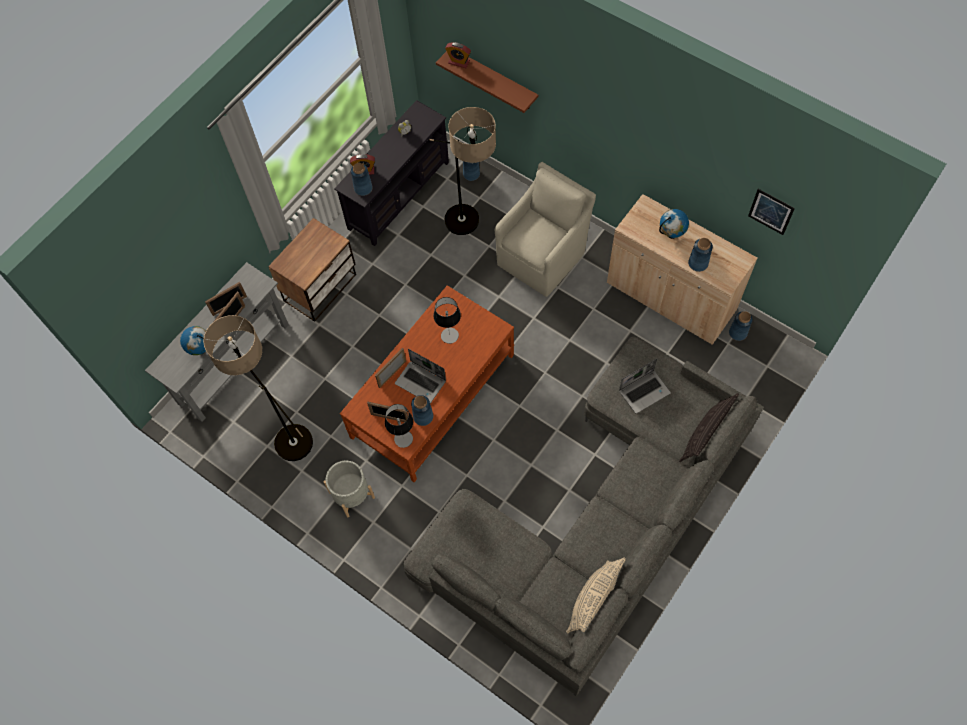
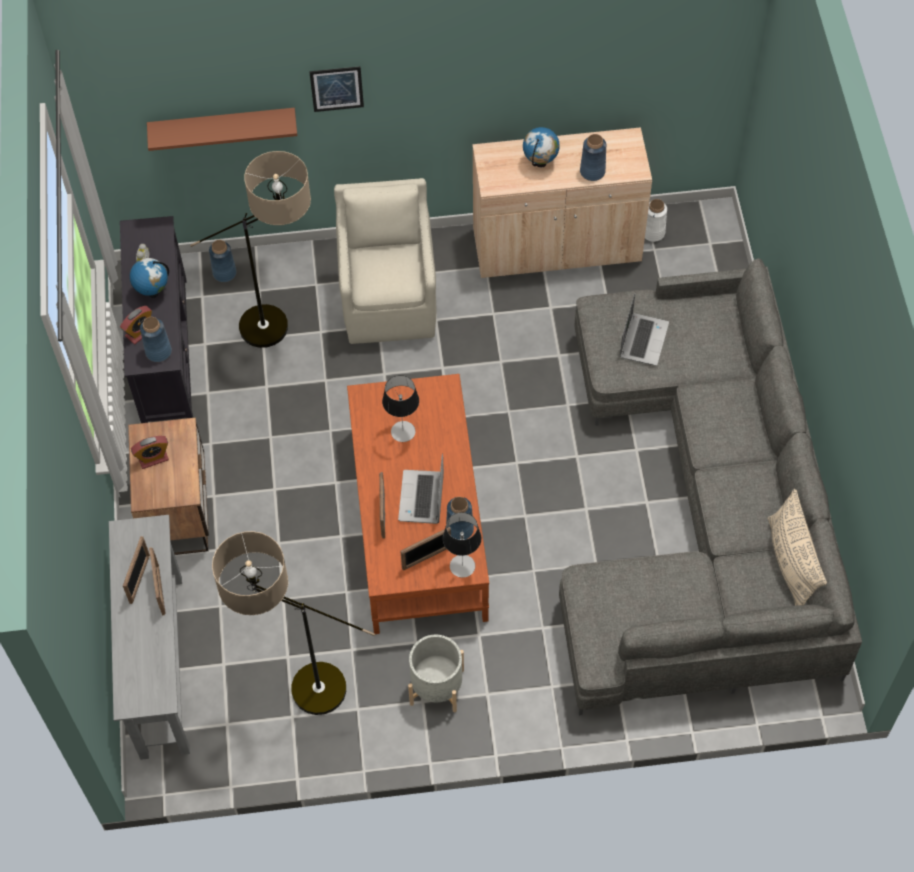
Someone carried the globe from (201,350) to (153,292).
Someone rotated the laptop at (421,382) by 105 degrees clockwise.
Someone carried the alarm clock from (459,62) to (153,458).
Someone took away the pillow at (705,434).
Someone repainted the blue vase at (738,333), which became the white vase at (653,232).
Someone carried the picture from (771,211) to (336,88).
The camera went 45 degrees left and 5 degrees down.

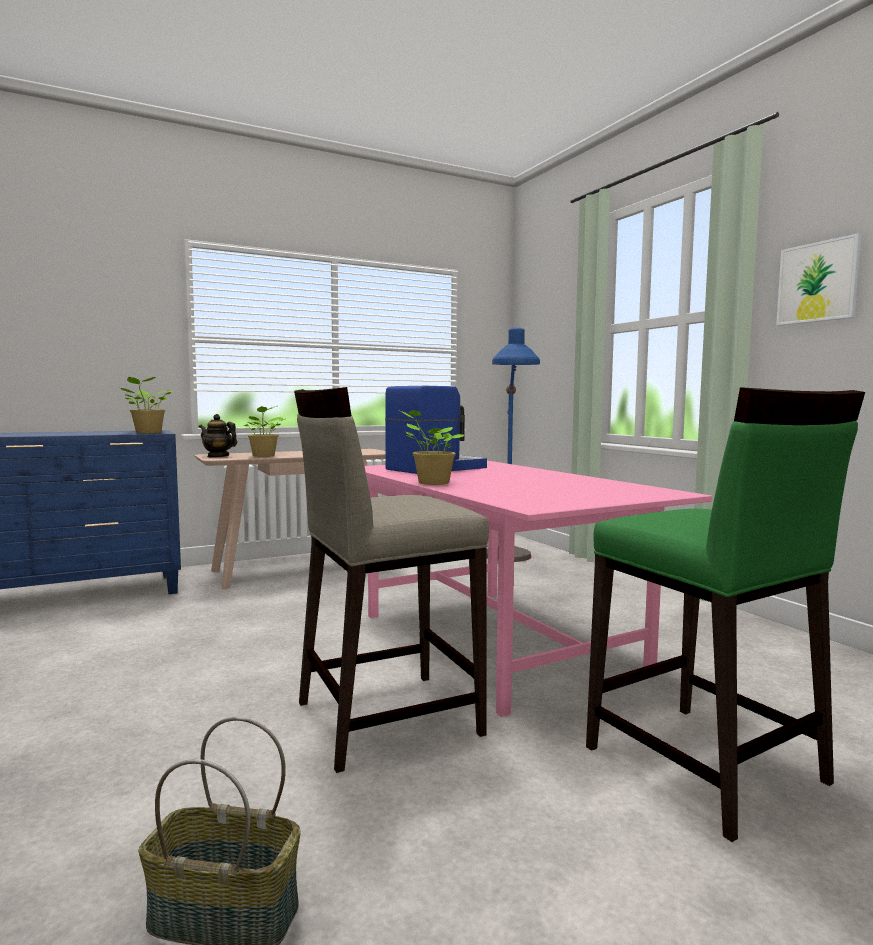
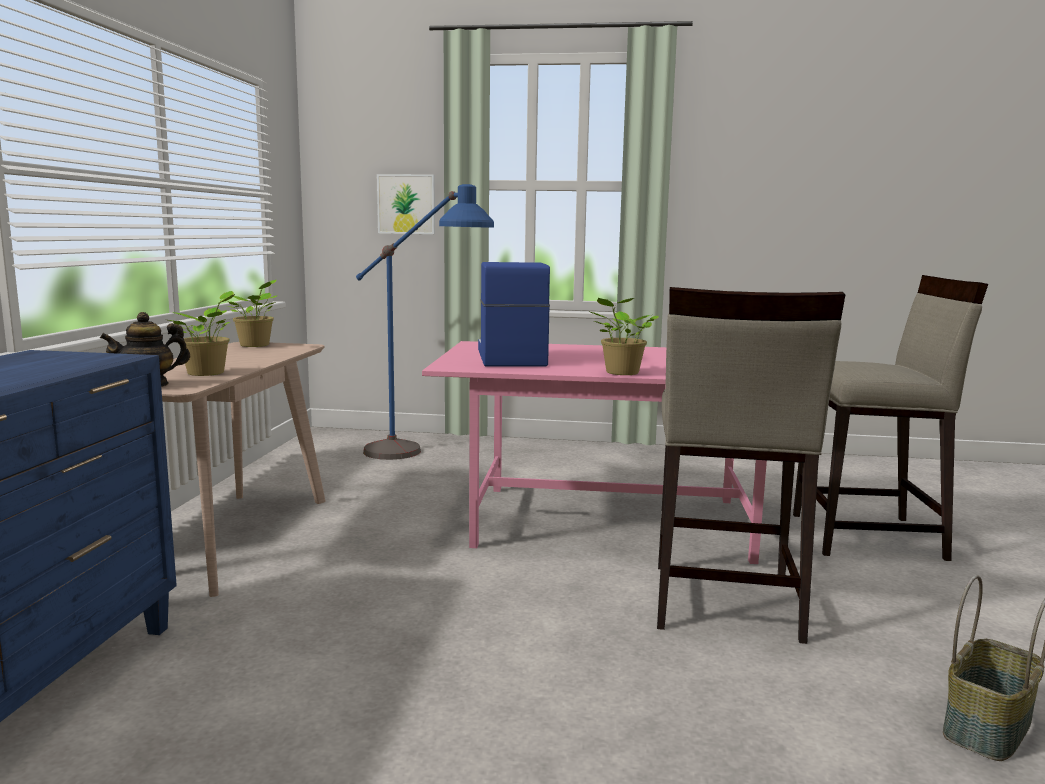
Someone carried the potted plant from (147,433) to (256,345).
Someone repainted the green stool at (705,766), which became the beige stool at (868,536).
Someone carried the picture from (817,282) to (406,204).
The camera went 55 degrees left and 5 degrees up.

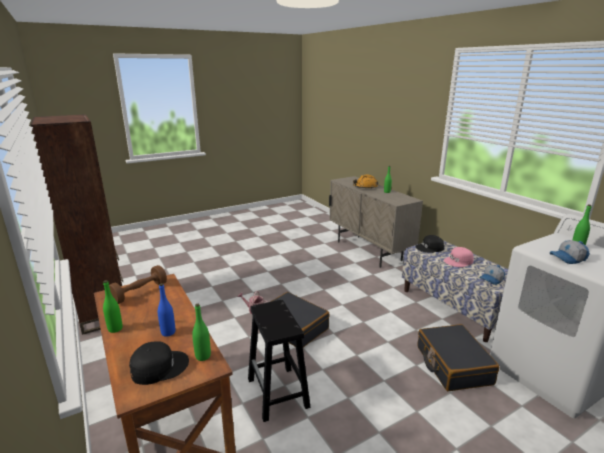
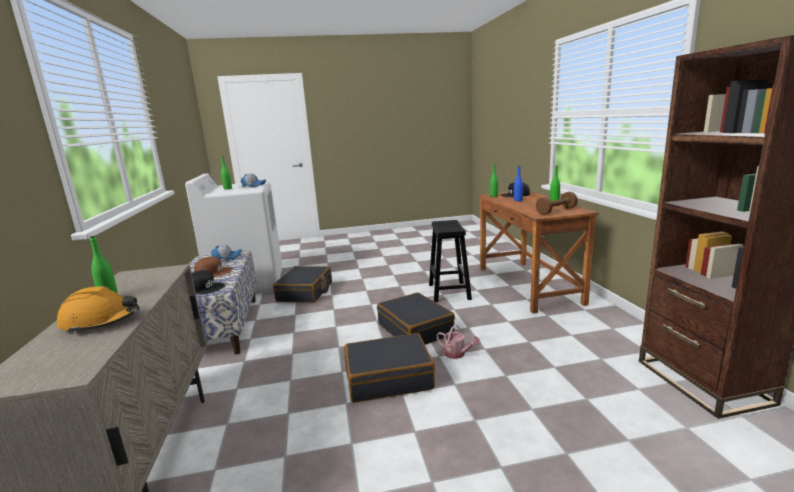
Someone repainted the pink cap at (458,261), which became the brown cap at (213,272).
Someone put down the black suitcase at (388,378).
The camera went 160 degrees left and 5 degrees down.

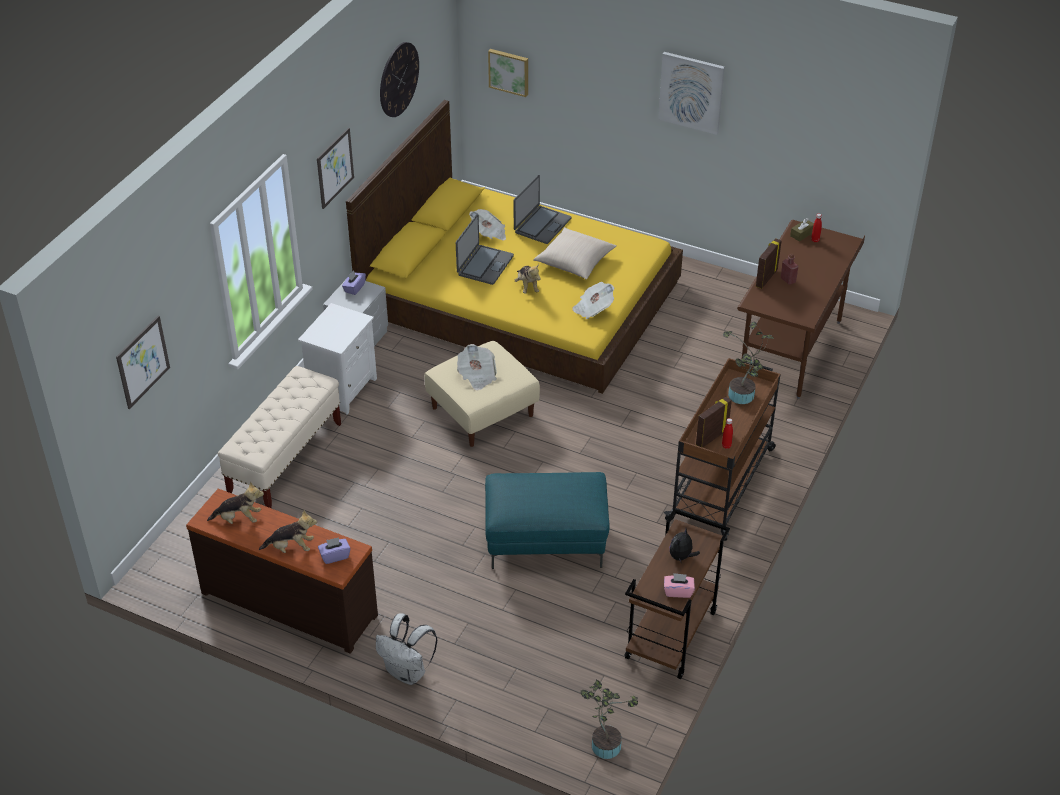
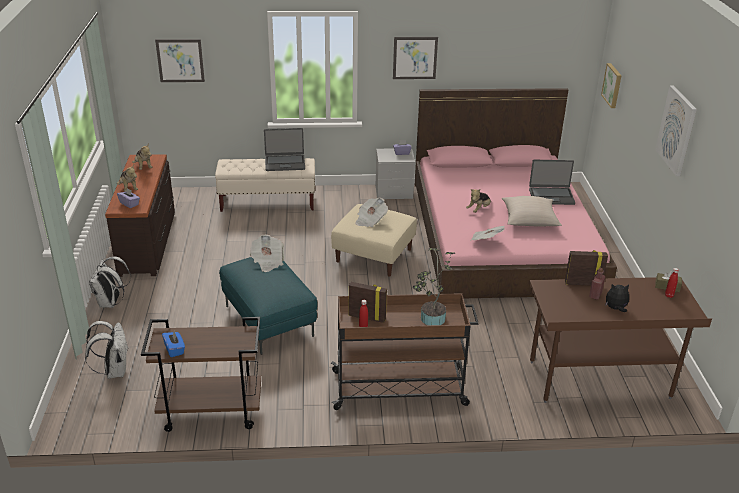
Someone took away the white nightstand at (342,388).
Someone repainted the yellow bed at (519,298), which became the pink bed at (502,234).
Someone took away the wall clock at (398,79).
Someone carried the laptop from (484,265) to (285,163).
Someone carried the newspaper from (489,233) to (268,261).
Someone took away the potted plant at (604,743).
Someone repainted the pink tissue box at (678,591), which became the blue tissue box at (174,349).
Someone carried the plush toy from (681,557) to (615,309).
Someone put down the white backpack at (114,371).
The camera went 60 degrees right and 10 degrees down.

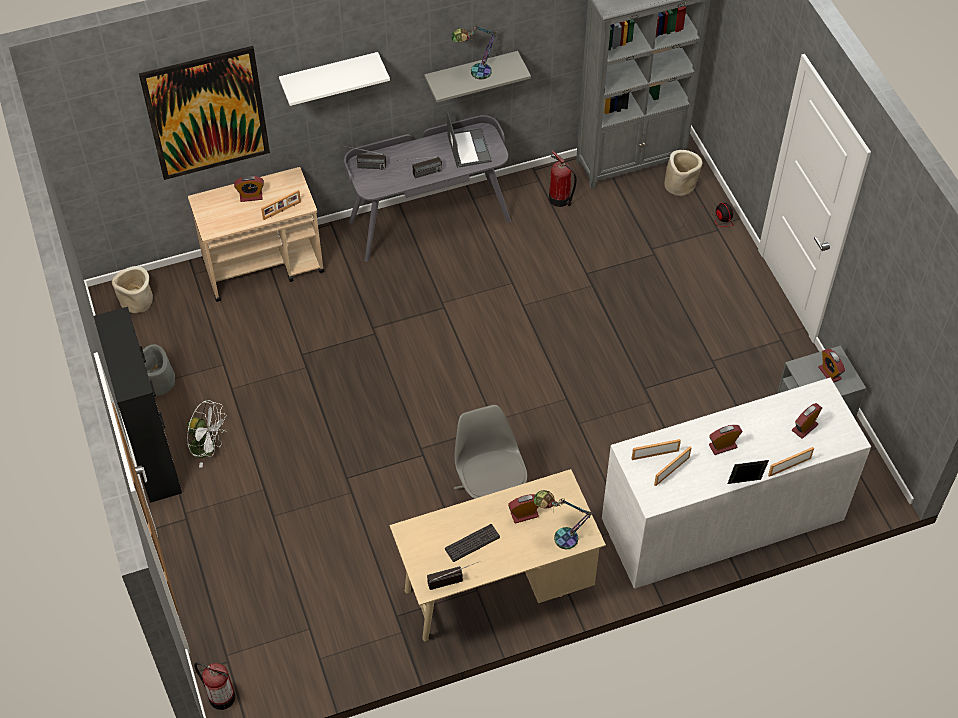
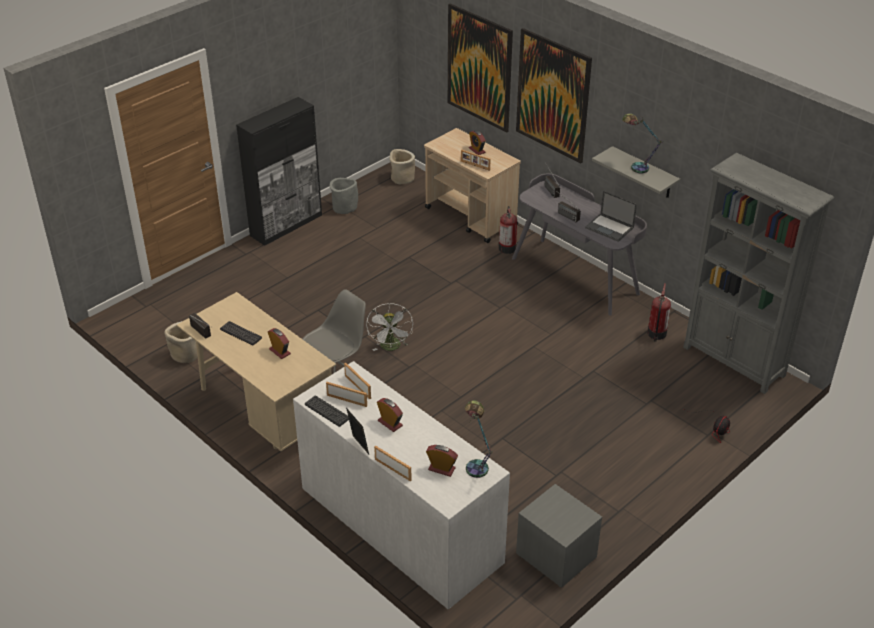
Someone carried the white fan from (208,448) to (391,347).
Someone carried the fire extinguisher from (220,696) to (507,247).
Someone swapped the white shelf at (329,75) for the picture at (553,95).
Someone rotated the laptop at (468,148) by 75 degrees clockwise.
Someone carried the table lamp from (559,536) to (476,464).
Someone carried the beige planter from (680,185) to (185,355).
Someone took away the alarm clock at (829,373).
Someone put down the keyboard at (327,411).
The camera went 65 degrees right and 15 degrees down.

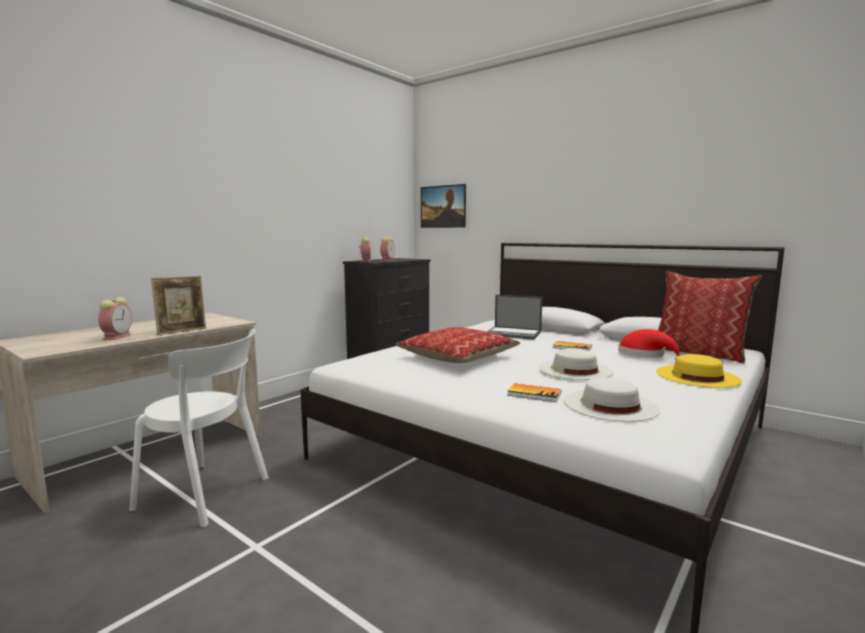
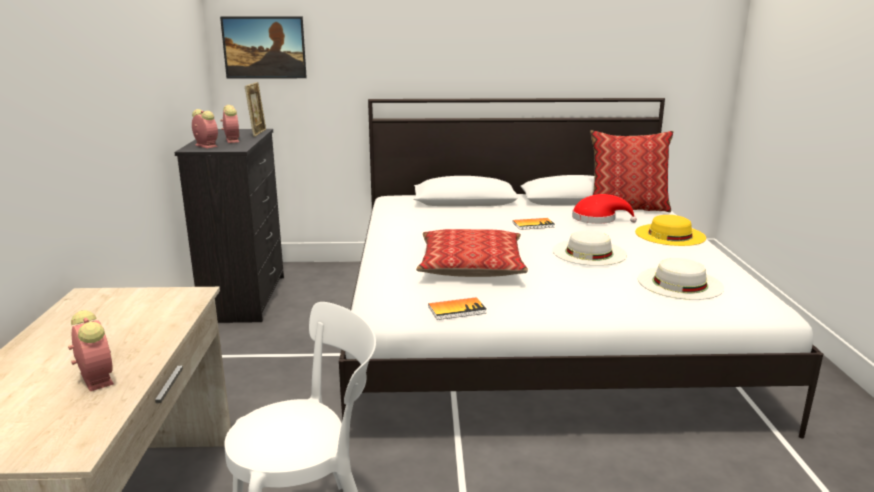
Someone carried the picture frame from (182,331) to (258,133).
Someone took away the laptop at (514,333).
Someone carried the book from (534,394) to (457,310).
The camera went 40 degrees left and 10 degrees up.

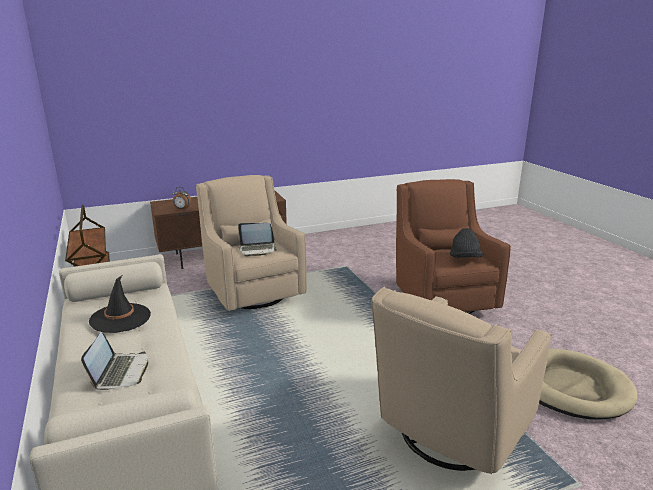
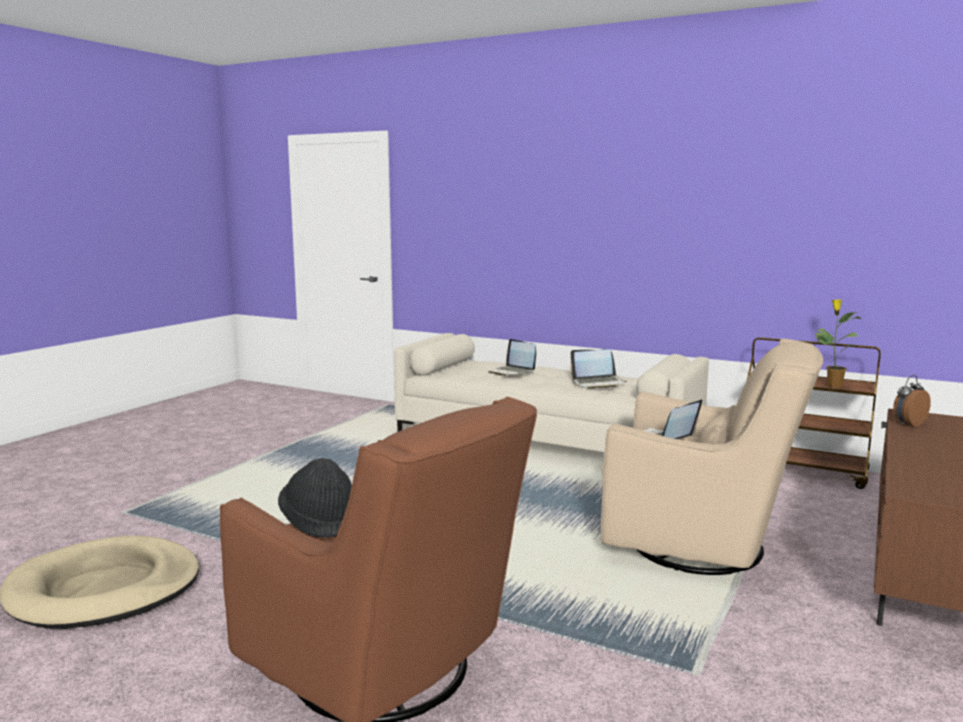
Someone swapped the black hat at (120,318) for the laptop at (598,383).
Someone took away the beige armchair at (449,434).
Someone put down the potted plant at (833,386).
The camera went 140 degrees right and 10 degrees down.

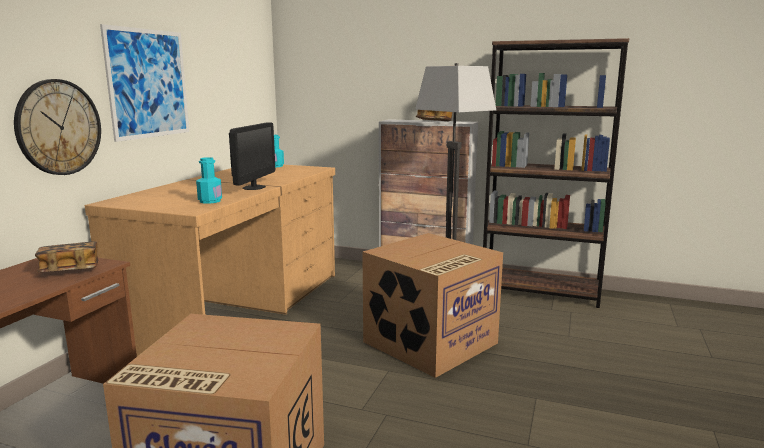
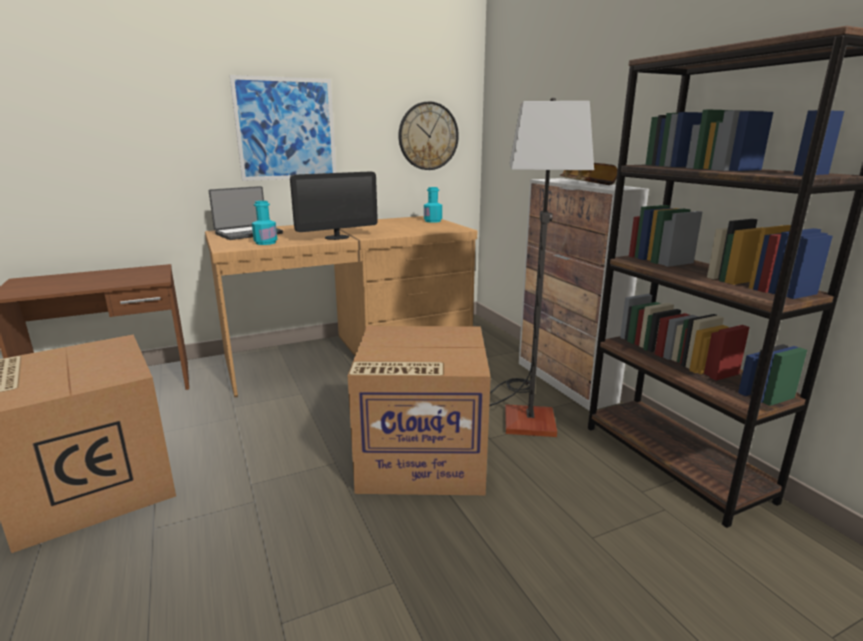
Someone carried the wall clock from (58,127) to (428,136).
Someone took away the book at (70,270).
Someone put down the laptop at (248,233).
The camera went 45 degrees right and 5 degrees up.

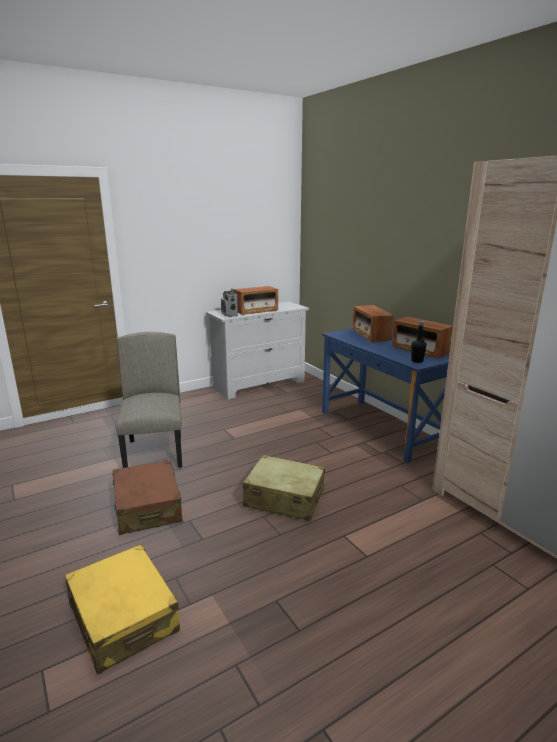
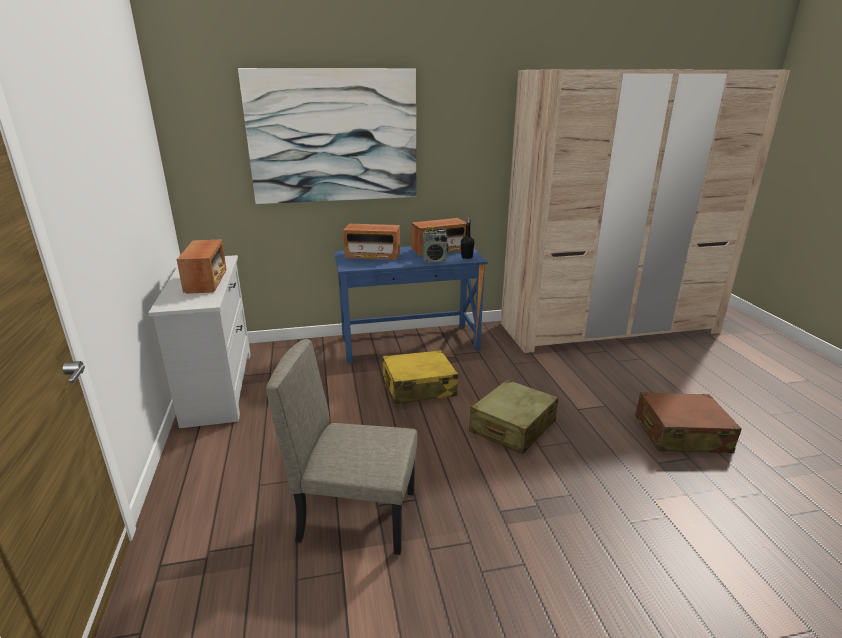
Someone carried the yellow suitcase from (123,618) to (418,387).
Someone carried the brown suitcase from (148,507) to (681,434).
Someone carried the radio from (229,315) to (435,260).
Someone put up the picture at (333,137).
The camera went 70 degrees left and 5 degrees up.

